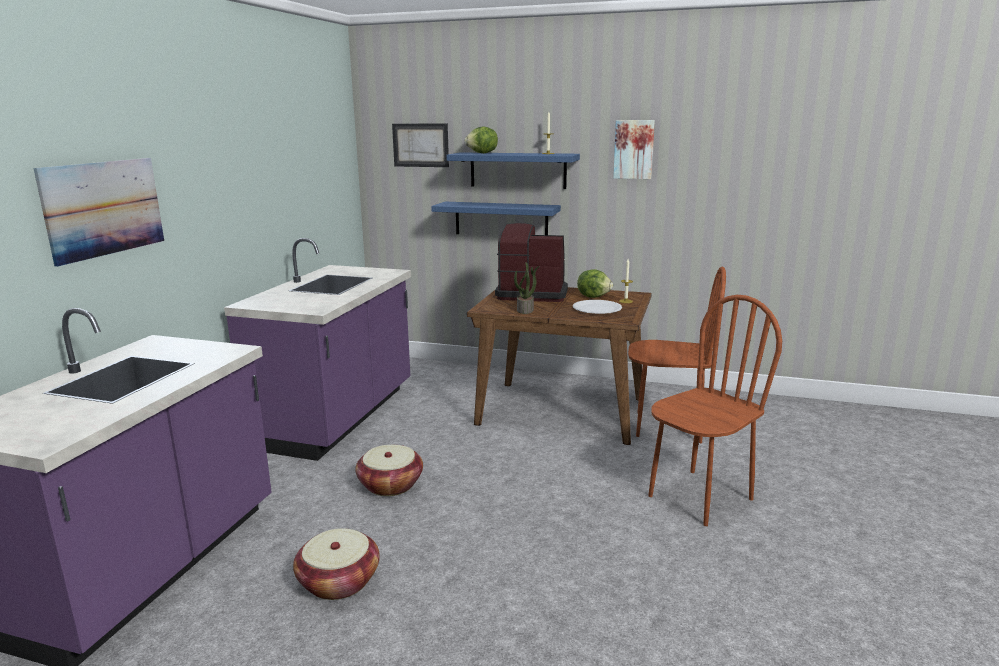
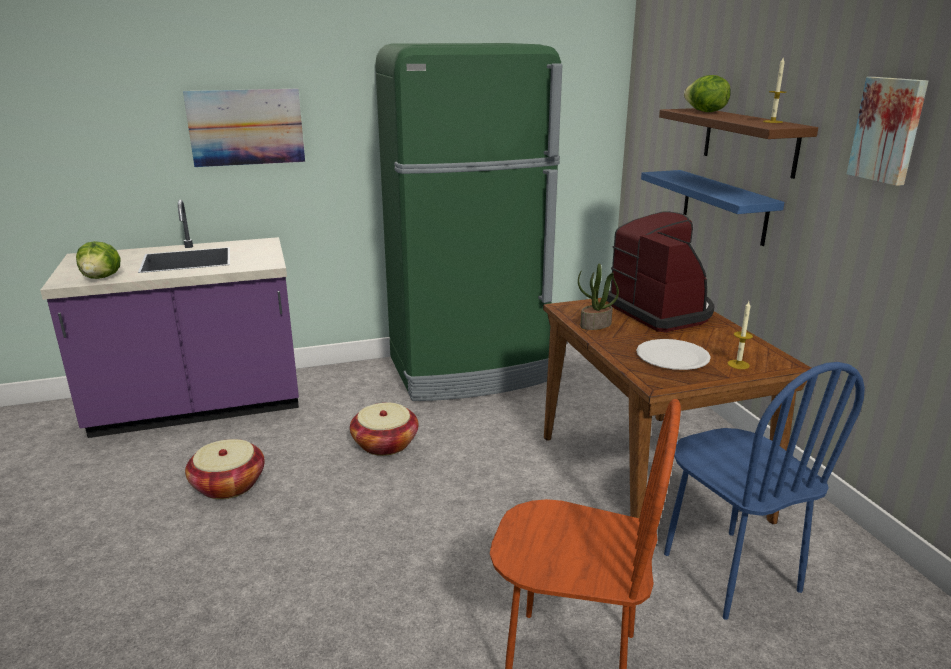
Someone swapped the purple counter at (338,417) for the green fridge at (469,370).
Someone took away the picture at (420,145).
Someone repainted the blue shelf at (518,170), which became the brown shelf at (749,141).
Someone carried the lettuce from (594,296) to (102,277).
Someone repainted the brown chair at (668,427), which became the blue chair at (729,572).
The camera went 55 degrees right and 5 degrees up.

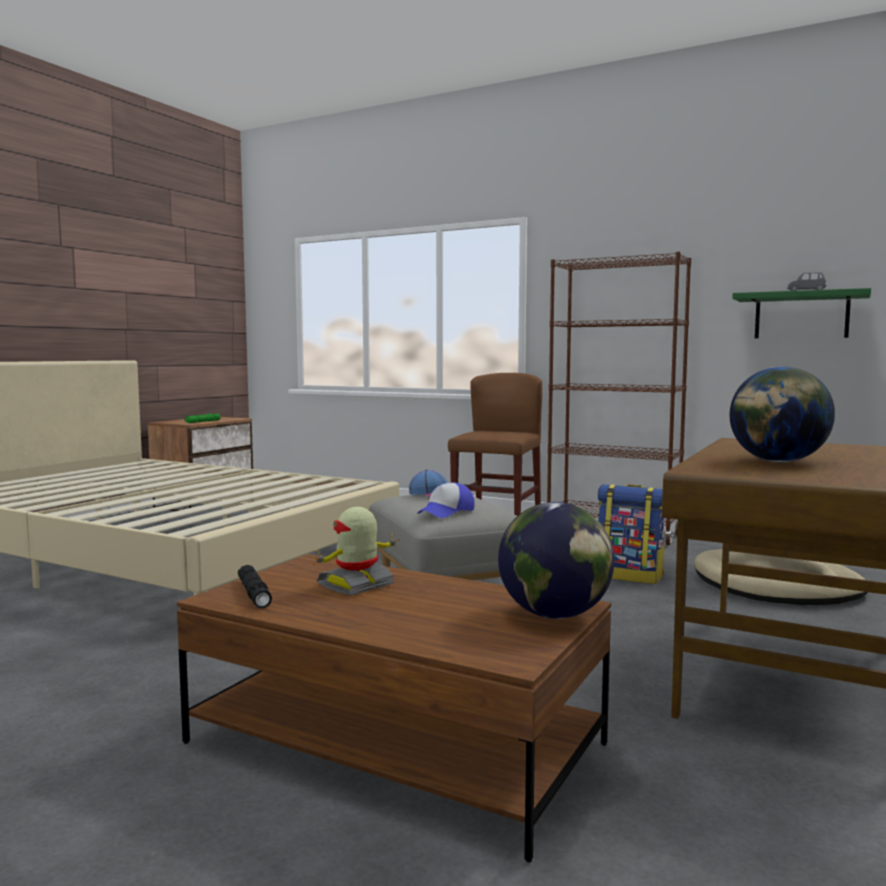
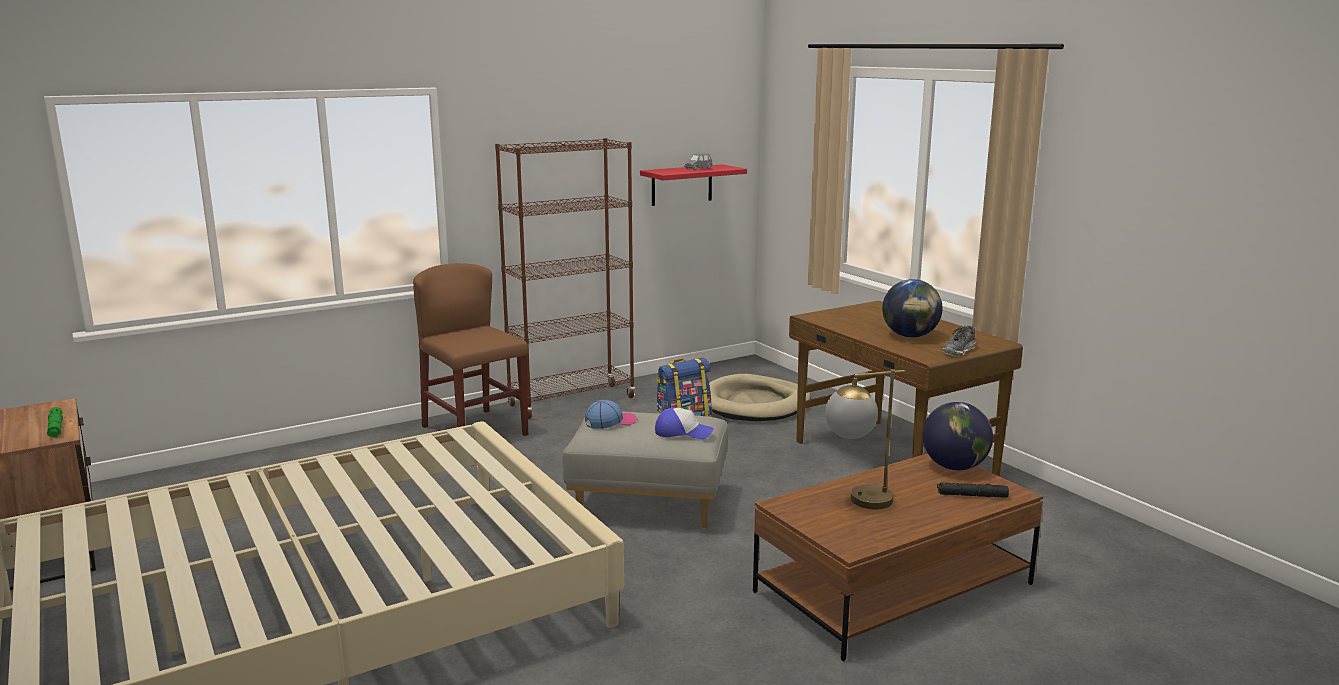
Someone carried the black flashlight from (254,594) to (972,495).
Someone swapped the toy robot at (356,585) for the table lamp at (857,502).
Someone rotated the cap at (446,512) by 60 degrees counterclockwise.
Someone repainted the green shelf at (801,316), which became the red shelf at (681,185).
Someone put down the shoe at (959,351).
The camera went 60 degrees left and 10 degrees up.

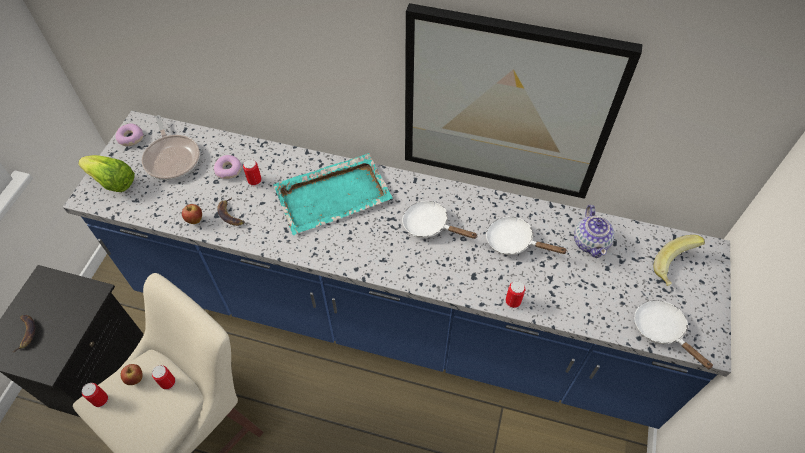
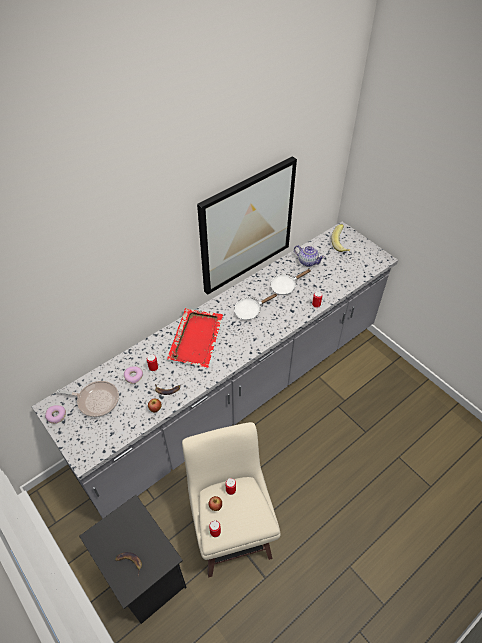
Someone repainted the blue counter at (402,322), which became the grey counter at (241,391).
Someone took away the lettuce at (112,182).
Someone repainted the turquoise tray at (334,195), which became the red tray at (196,338).
Someone took away the white frying pan at (662,331).
The camera went 55 degrees left and 5 degrees down.

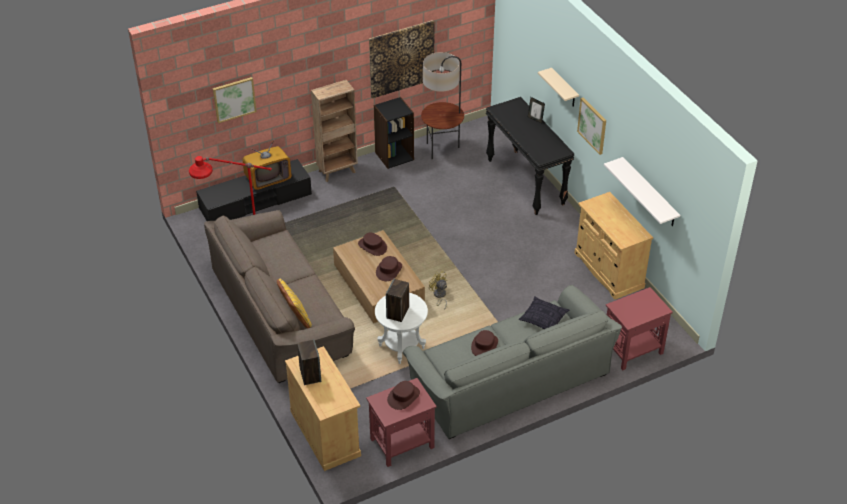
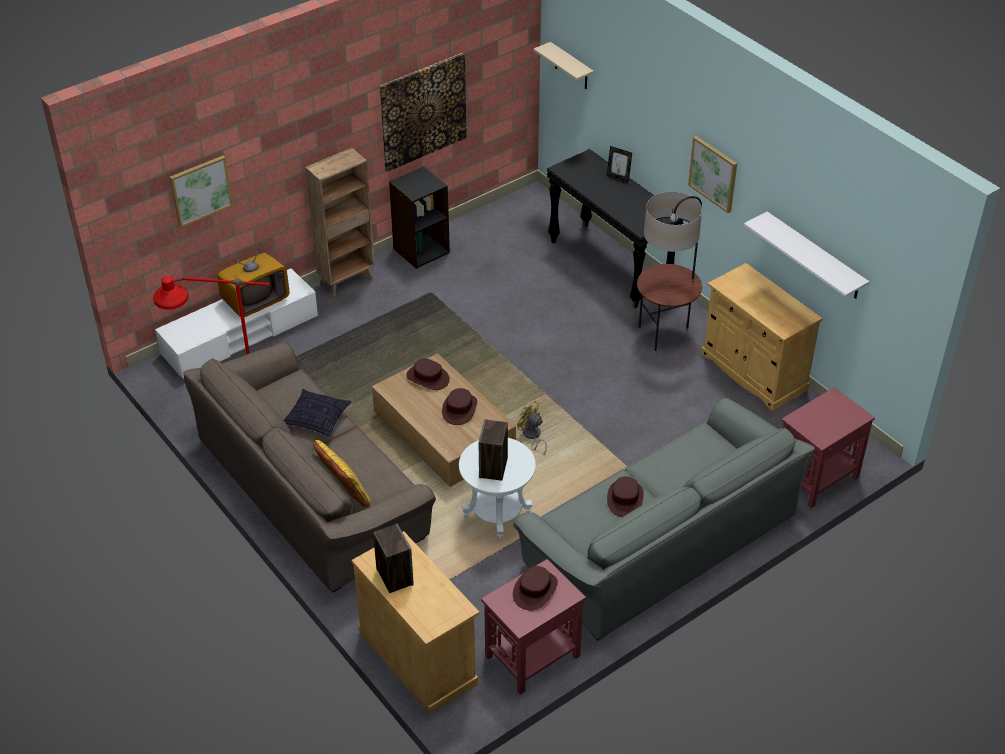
Someone repainted the black tv stand at (255,202), which became the white tv stand at (240,336).
Someone carried the floor lamp from (442,149) to (664,334).
Someone carried the pillow from (543,319) to (316,419).
Someone carried the beige shelf from (564,88) to (571,67).
The camera went 10 degrees left and 0 degrees up.

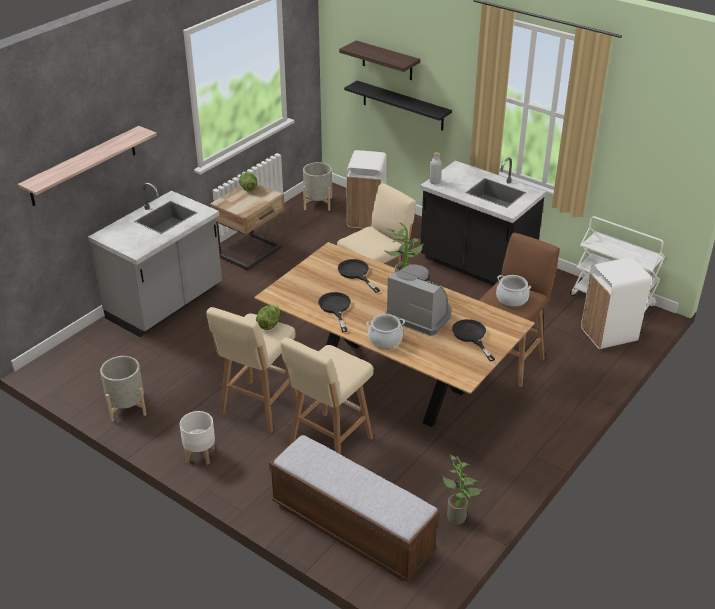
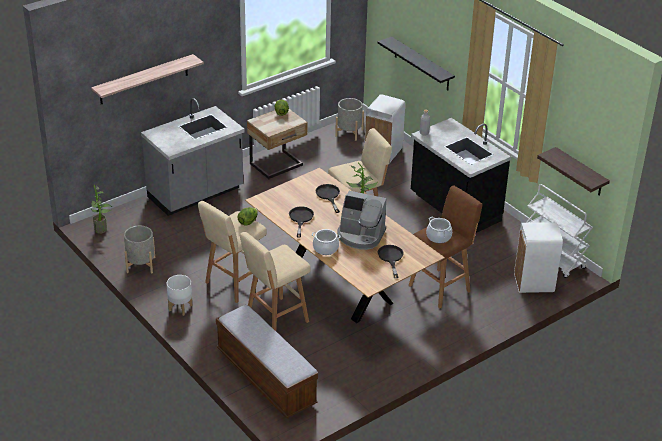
Someone carried the shelf from (387,61) to (580,172).
Someone rotated the coffee machine at (420,315) by 150 degrees clockwise.
Someone carried the potted plant from (459,516) to (102,230).
The camera went 15 degrees right and 0 degrees up.

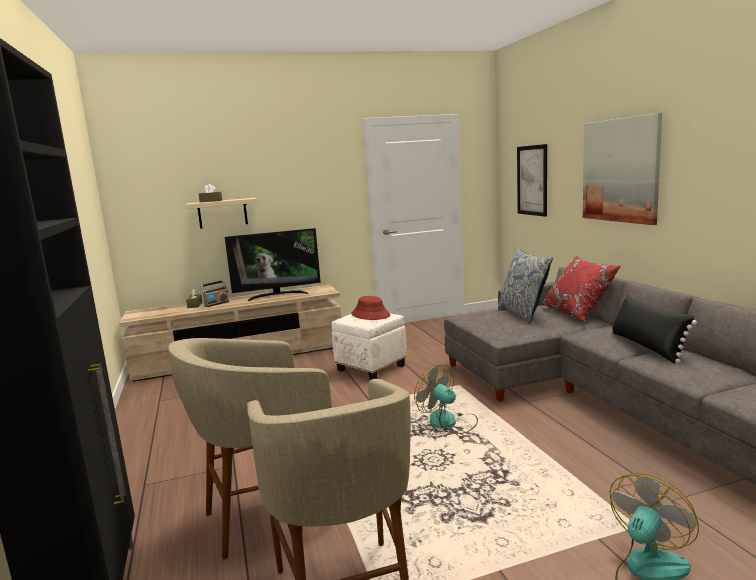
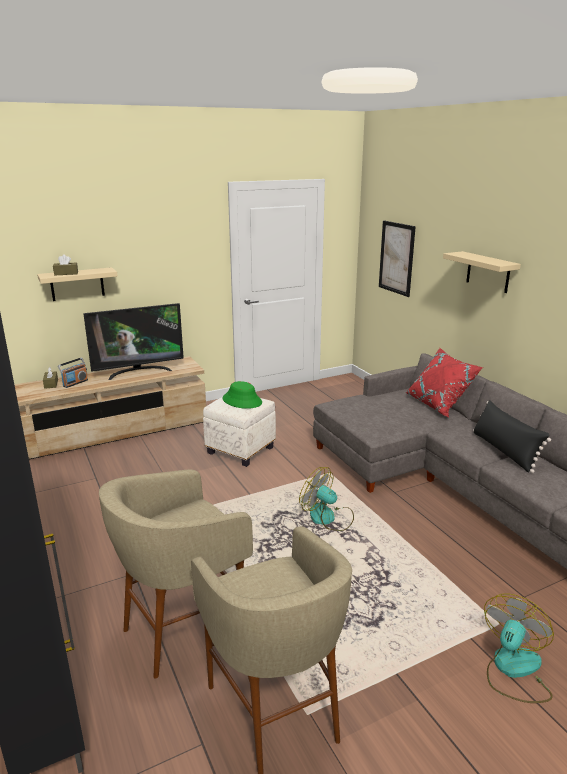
Someone repainted the red hat at (370,315), which became the green hat at (242,401).
Someone took away the pillow at (523,313).
Someone swapped the picture at (620,170) for the beige shelf at (488,272).
The camera went 10 degrees left and 10 degrees up.

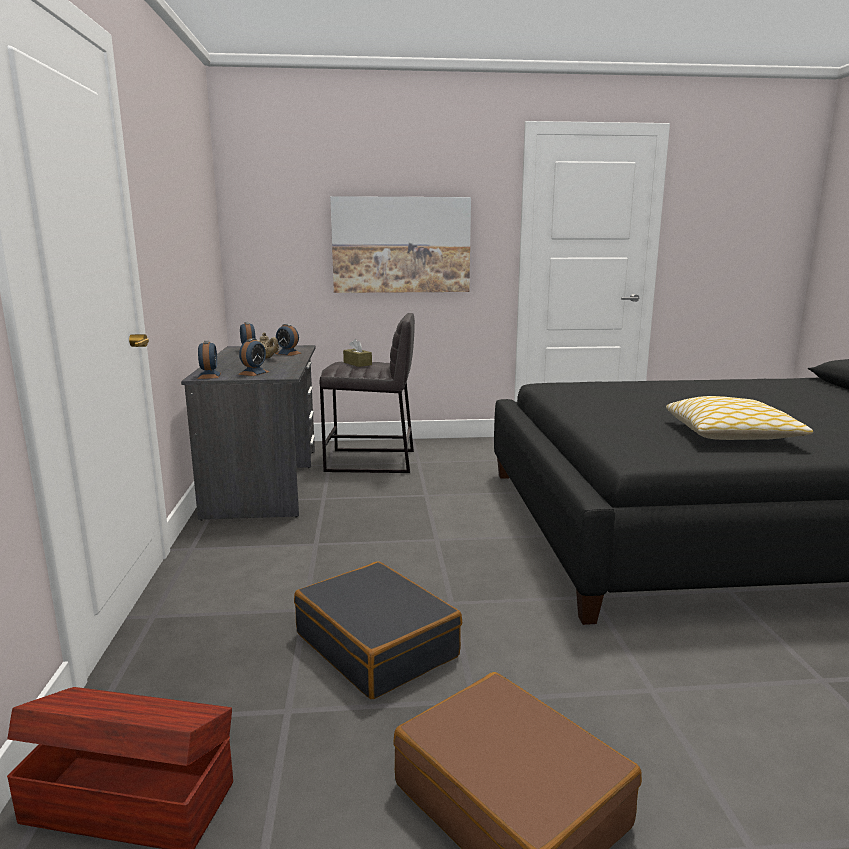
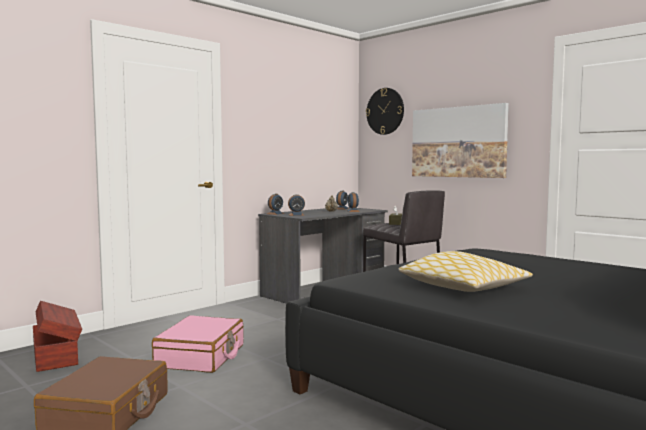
Someone repainted the black suitcase at (377,645), which became the pink suitcase at (201,356).
Someone put up the wall clock at (385,111).
The camera went 50 degrees right and 10 degrees down.

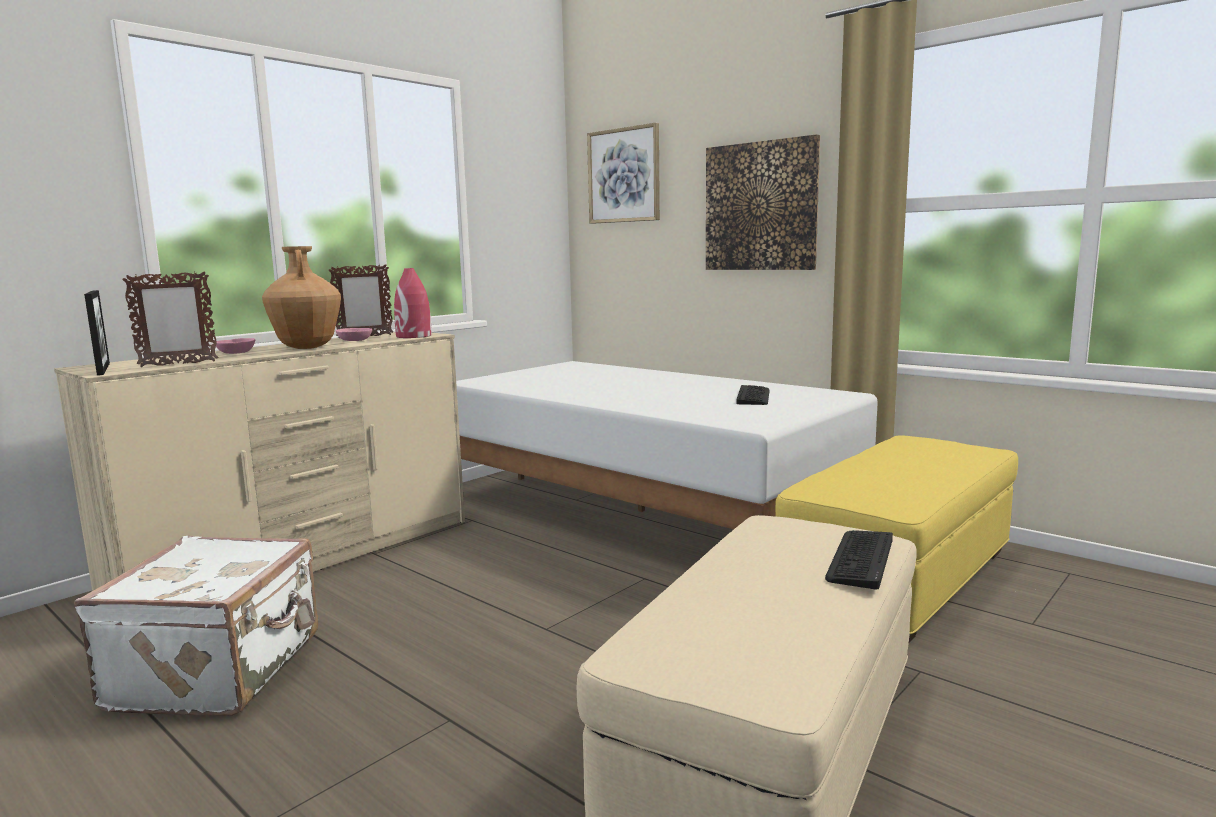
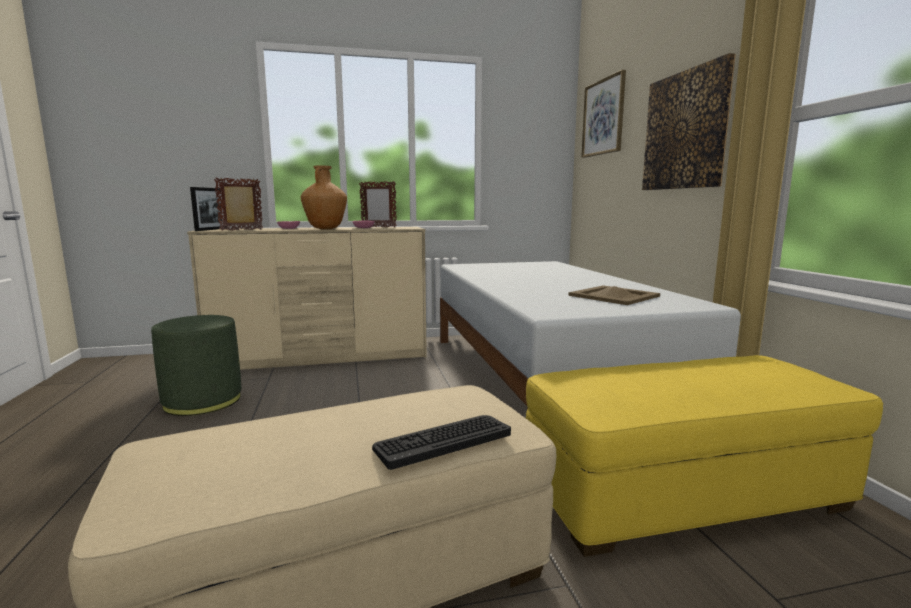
Someone swapped the white suitcase at (221,670) for the green ottoman at (203,401).
Someone rotated the picture frame at (178,364) by 150 degrees clockwise.
Someone took away the red vase at (413,336).
Someone swapped the keyboard at (753,396) for the beige tray at (613,295).
The camera went 35 degrees right and 0 degrees up.

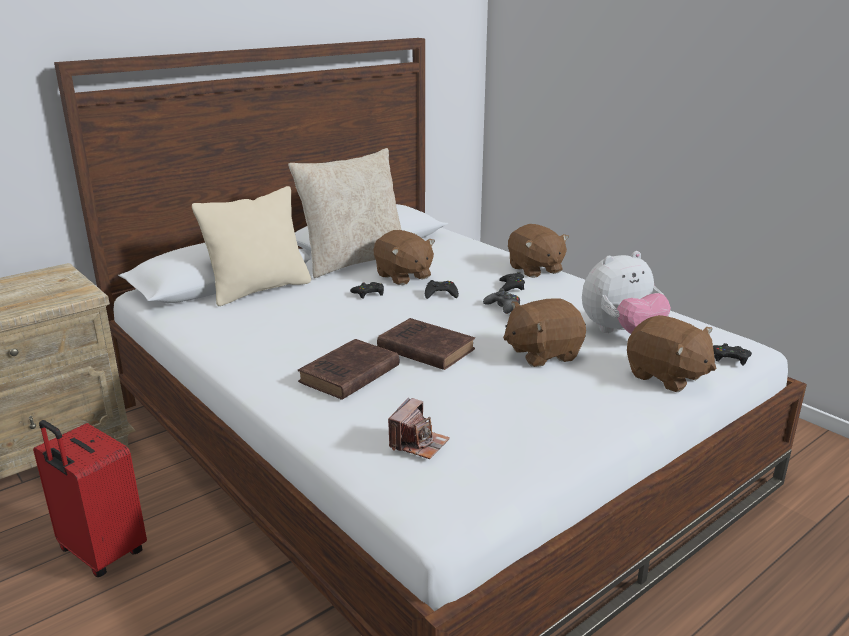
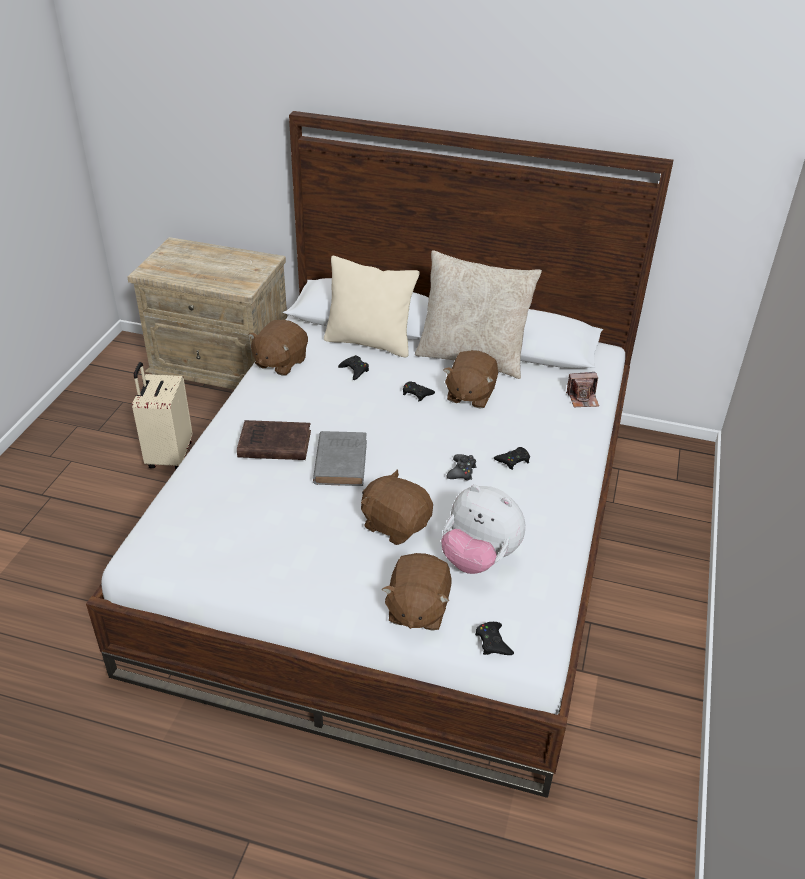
Someone repainted the red suitcase at (101,553), which became the beige suitcase at (169,456).
Someone repainted the brown book at (424,348), which became the grey book at (341,461).
Someone carried the photo camera from (418,443) to (582,398).
Someone carried the black game controller from (441,294) to (354,370).
Someone carried the brown plush toy from (535,269) to (280,362).
The camera went 55 degrees right and 15 degrees up.

